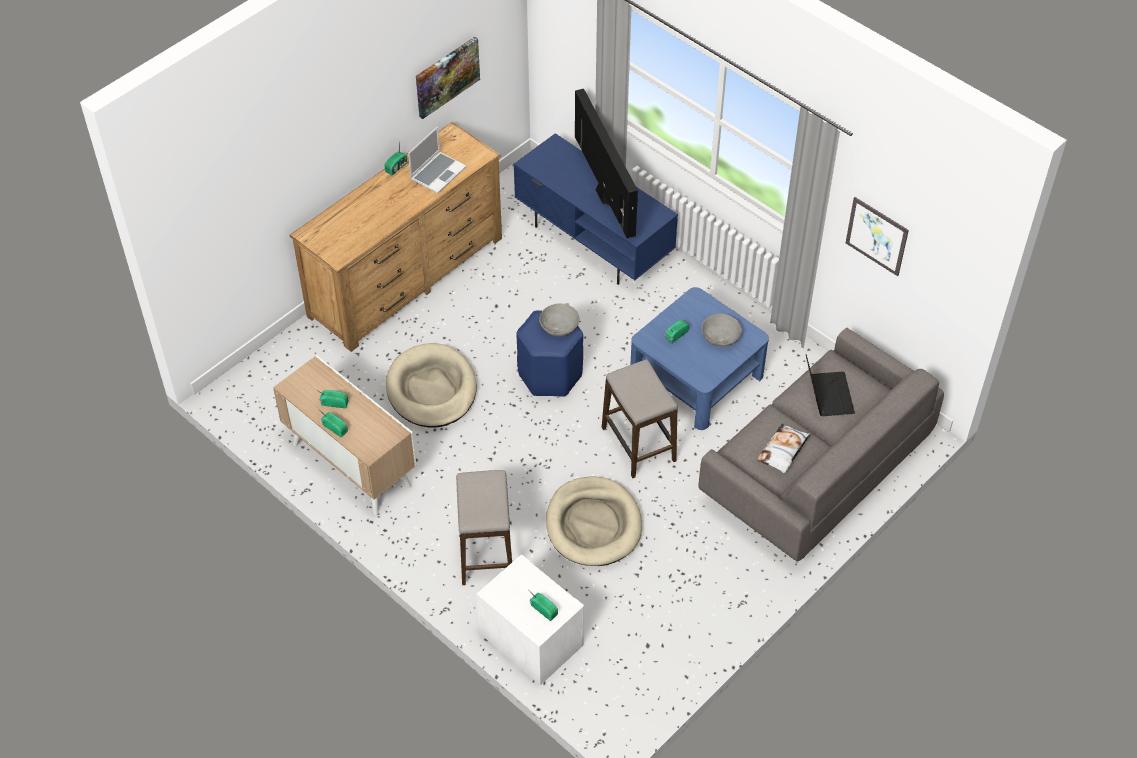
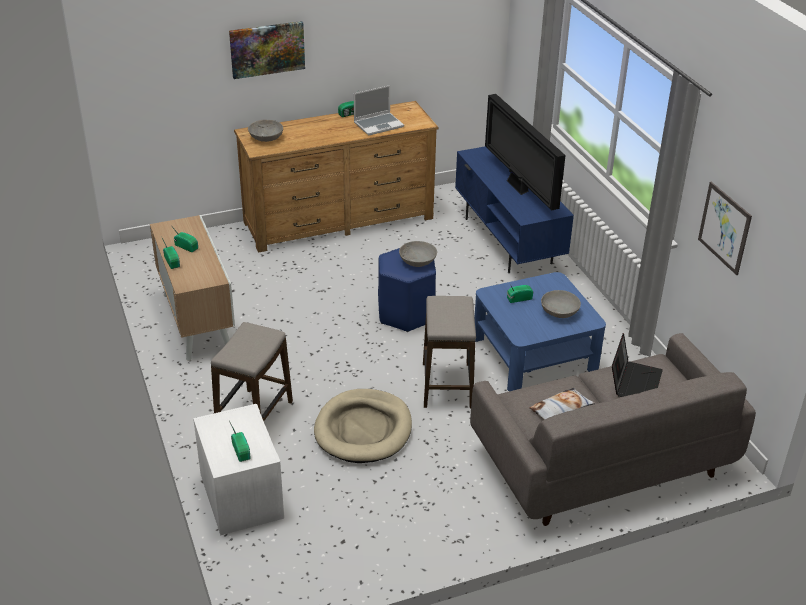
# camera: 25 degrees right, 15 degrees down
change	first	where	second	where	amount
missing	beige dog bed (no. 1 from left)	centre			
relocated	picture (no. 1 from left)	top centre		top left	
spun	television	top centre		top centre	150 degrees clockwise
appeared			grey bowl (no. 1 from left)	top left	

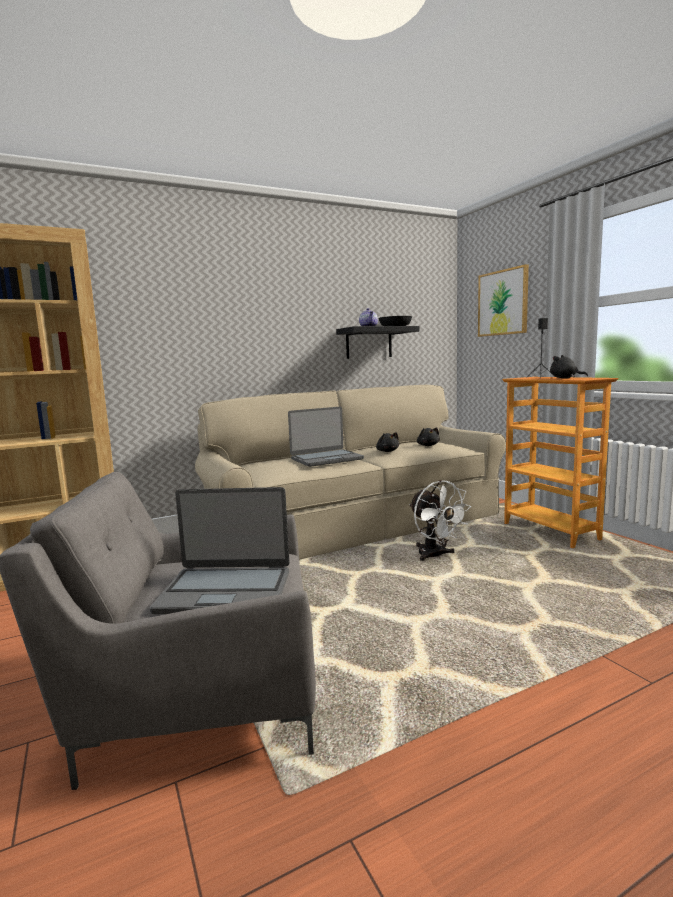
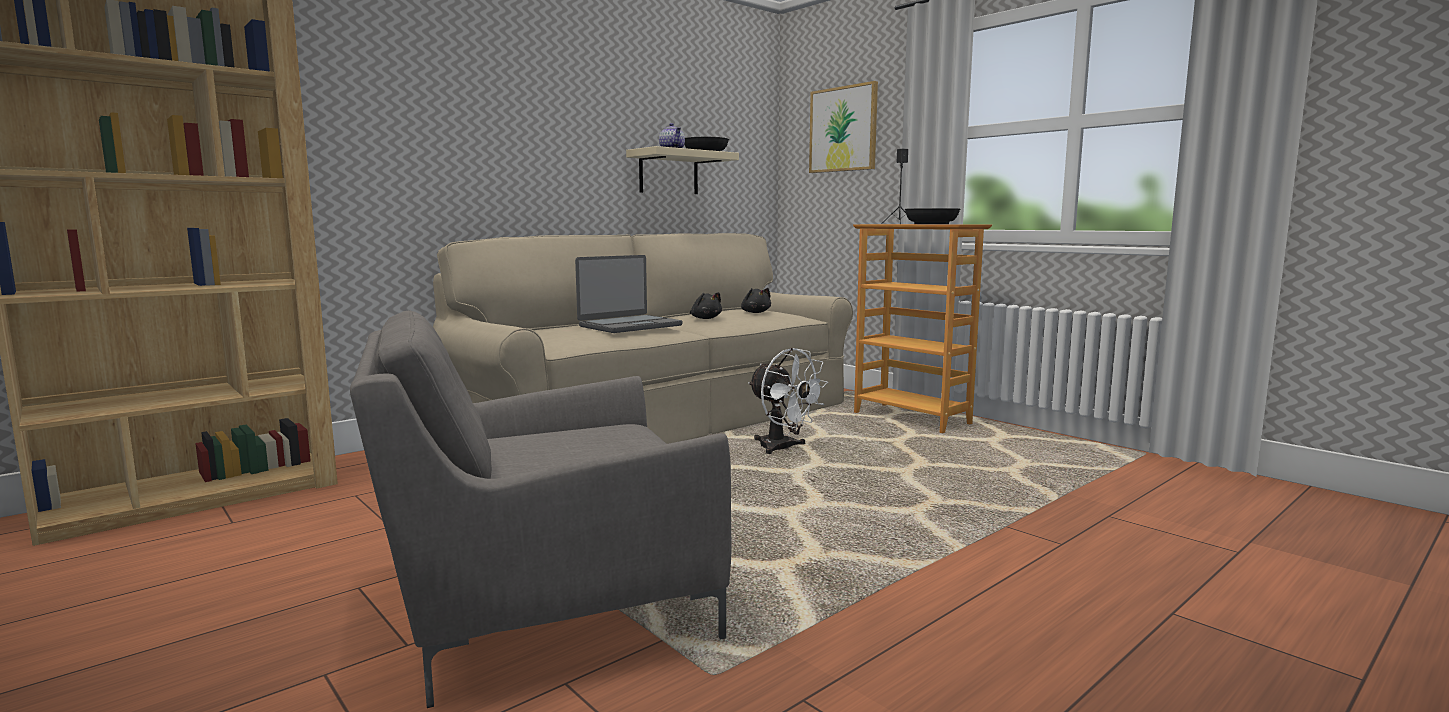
# camera: 15 degrees left, 0 degrees up
change	first	where	second	where	amount
missing	laptop (no. 1 from left)	middle left			
colour	black shelf	centre	beige shelf	top centre	
exchanged	black plush toy (no. 3 from left)	middle right	black bowl (no. 2 from left)	top centre	

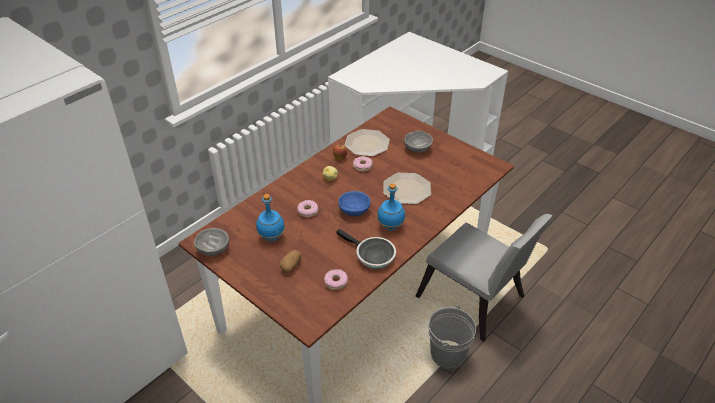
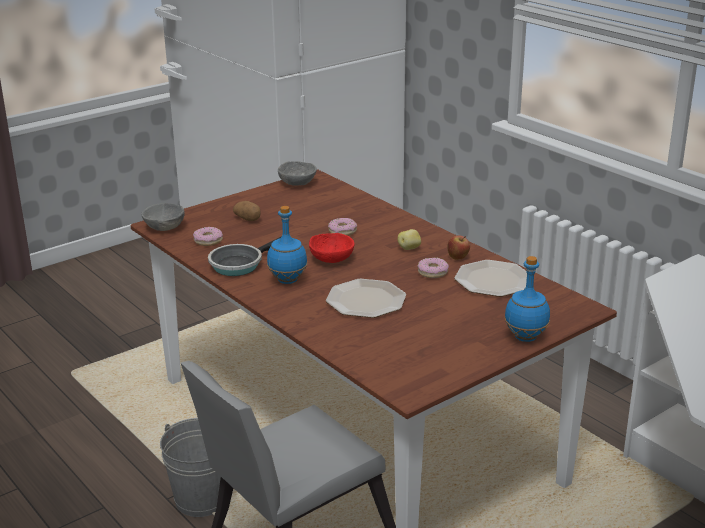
# camera: 100 degrees right, 15 degrees down
change	first	where	second	where	amount
relocated	blue bottle (no. 1 from left in the first image)	centre	blue bottle (no. 2 from left)	middle right	
colour	blue bowl	centre	red bowl	centre	
relocated	grey bowl (no. 2 from left in the first image)	centre	grey bowl (no. 1 from left)	middle left	

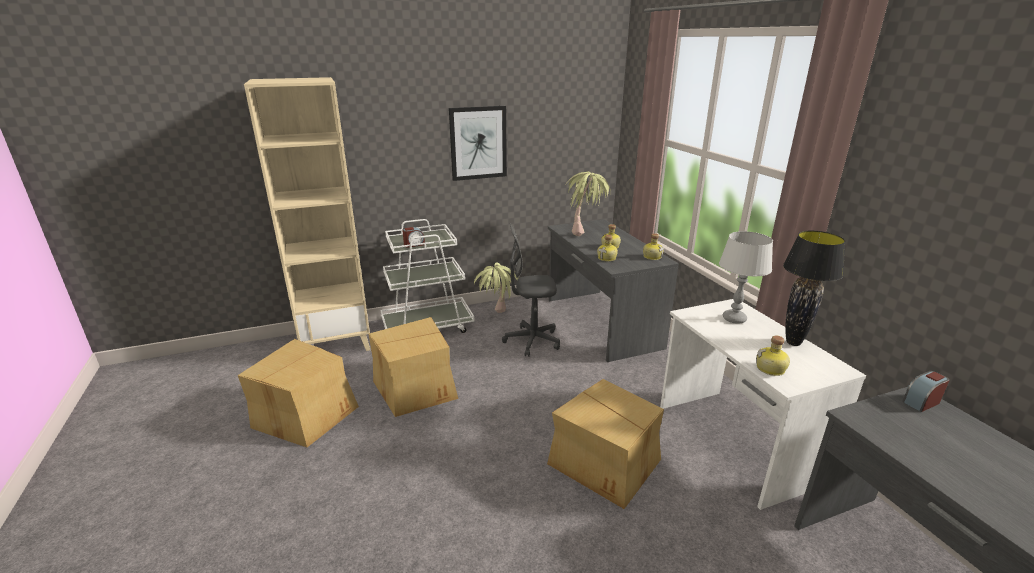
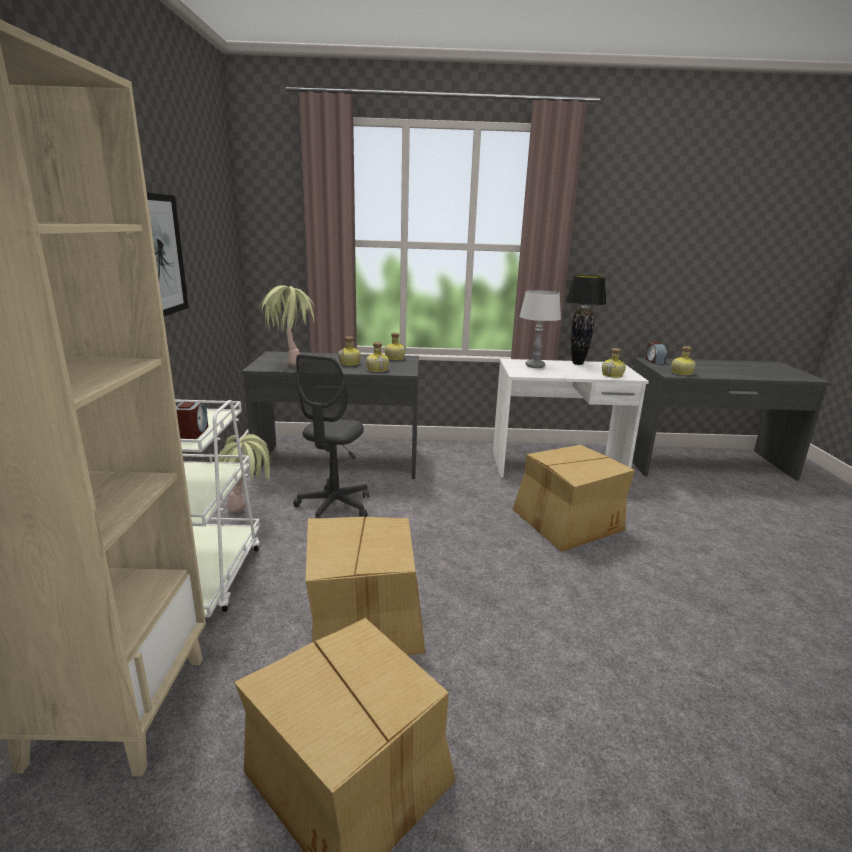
# camera: 70 degrees left, 5 degrees down
change	first	where	second	where	amount
appeared			bottle (no. 5 from left)	middle right	

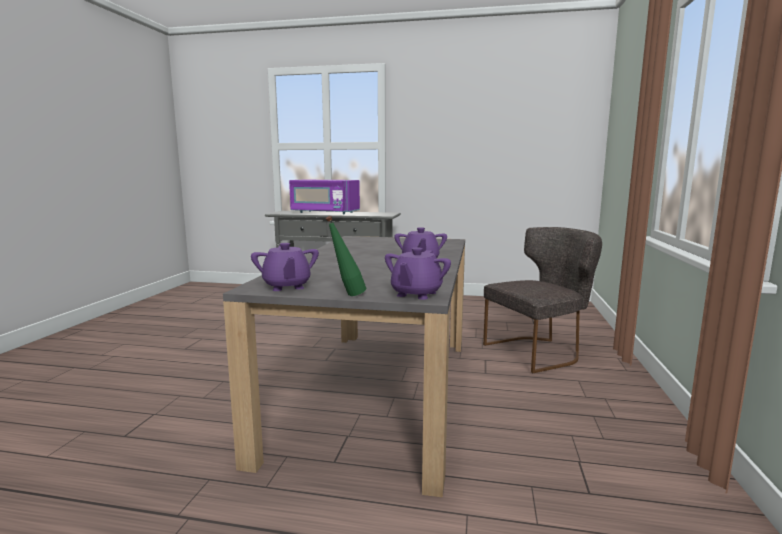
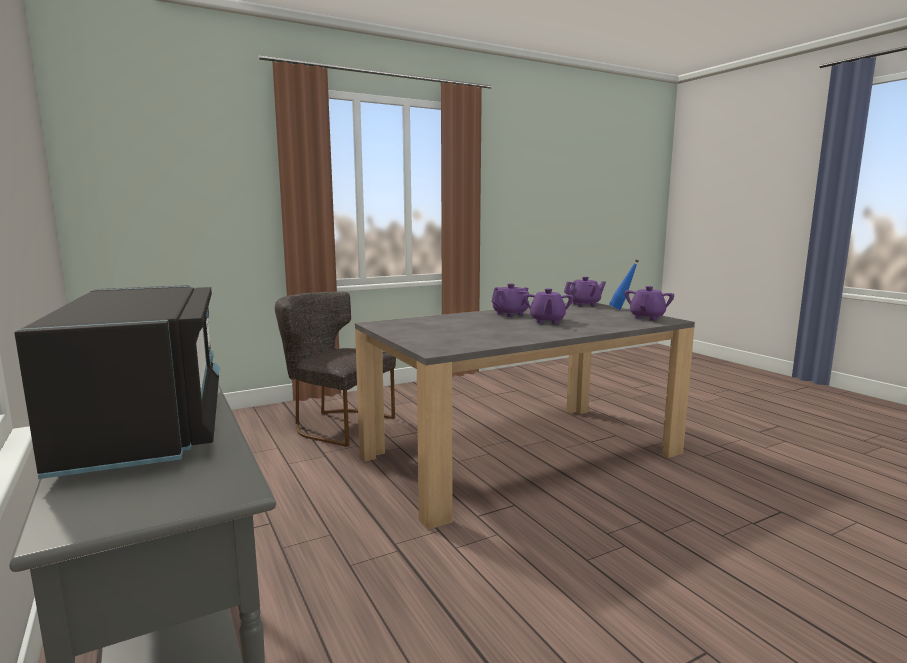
# camera: 130 degrees left, 0 degrees up
change	first	where	second	where	amount
colour	purple microwave	centre	black microwave	middle left	
colour	green bottle	centre	blue bottle	middle right	
appeared			purple teapot (no. 2 from left)	centre	

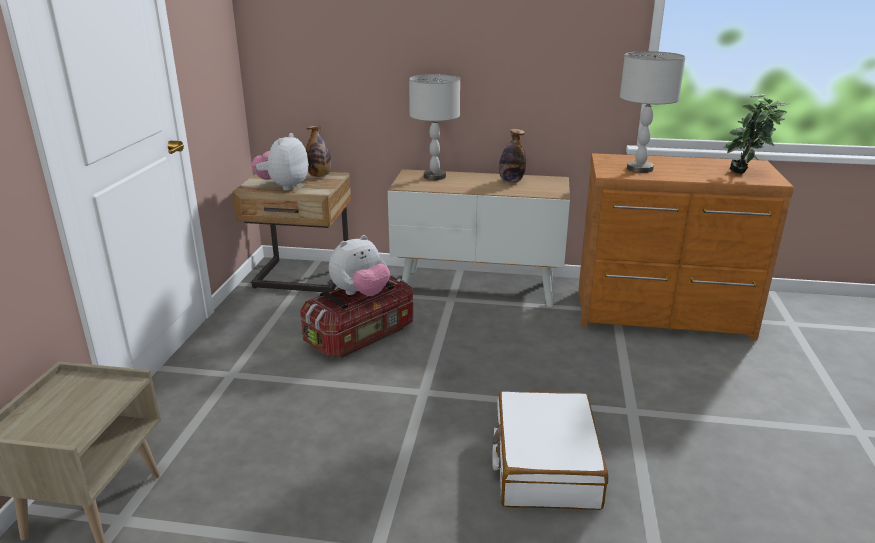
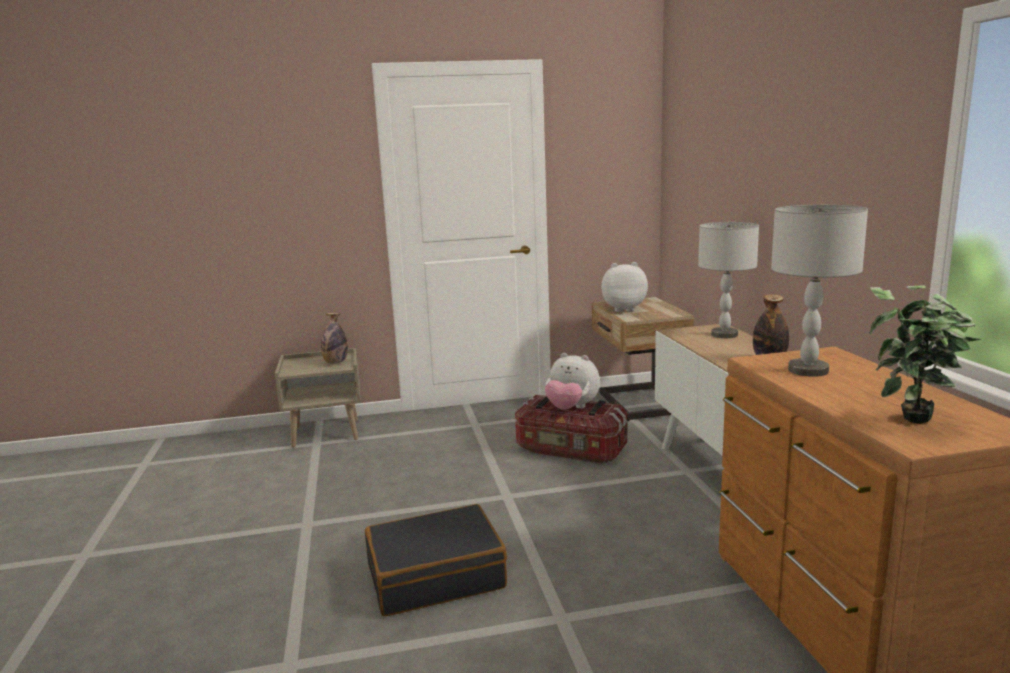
# camera: 70 degrees right, 10 degrees down
change	first	where	second	where	amount
relocated	bottle (no. 1 from left)	top centre		middle left	
colour	white suitcase	bottom centre	black suitcase	bottom centre	

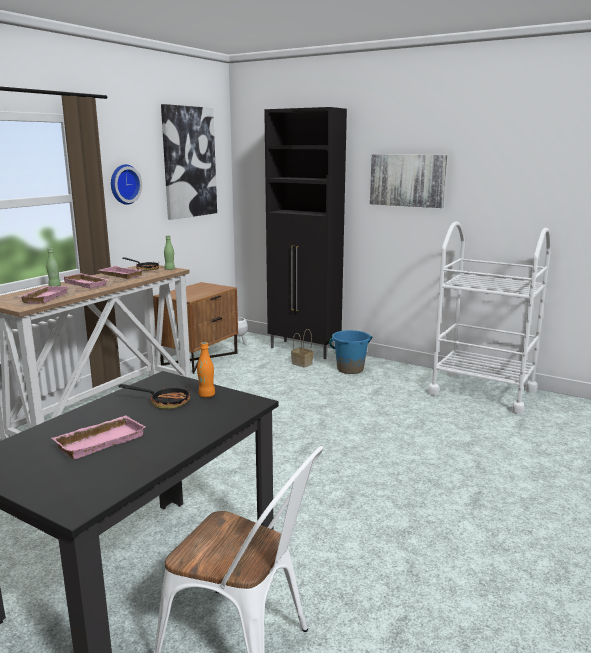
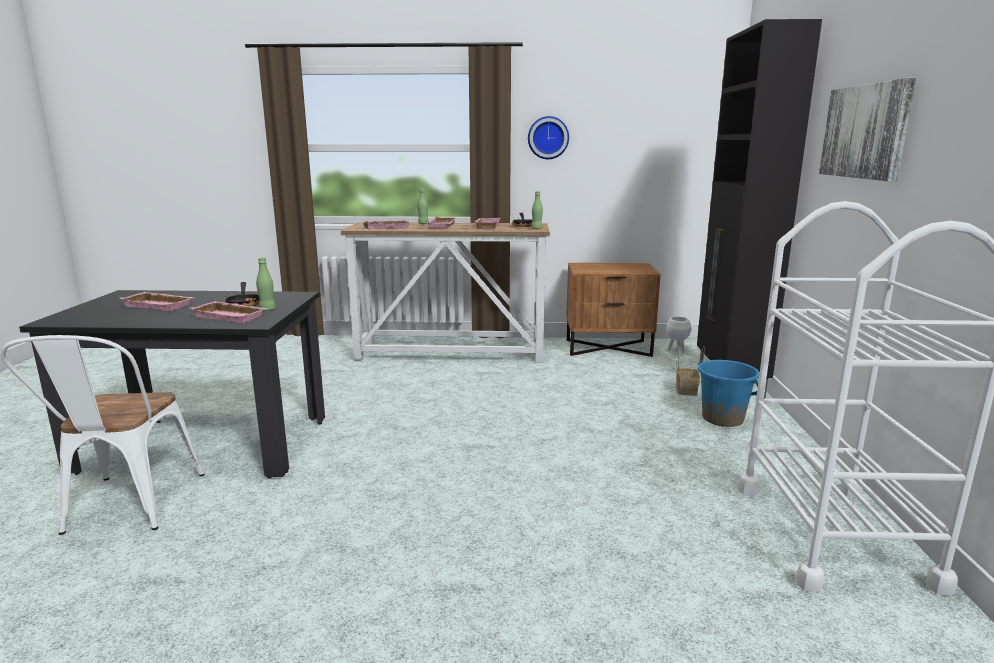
# camera: 60 degrees right, 0 degrees up
change	first	where	second	where	amount
missing	picture (no. 1 from left)	top left			
colour	orange bottle	centre	green bottle (no. 1 from left)	middle left	
appeared			pink tray (no. 2 from left)	middle left	

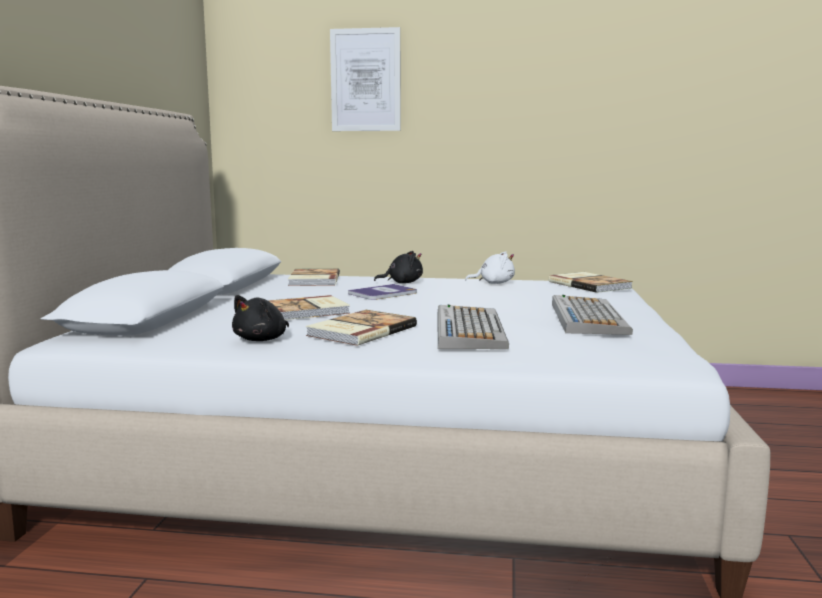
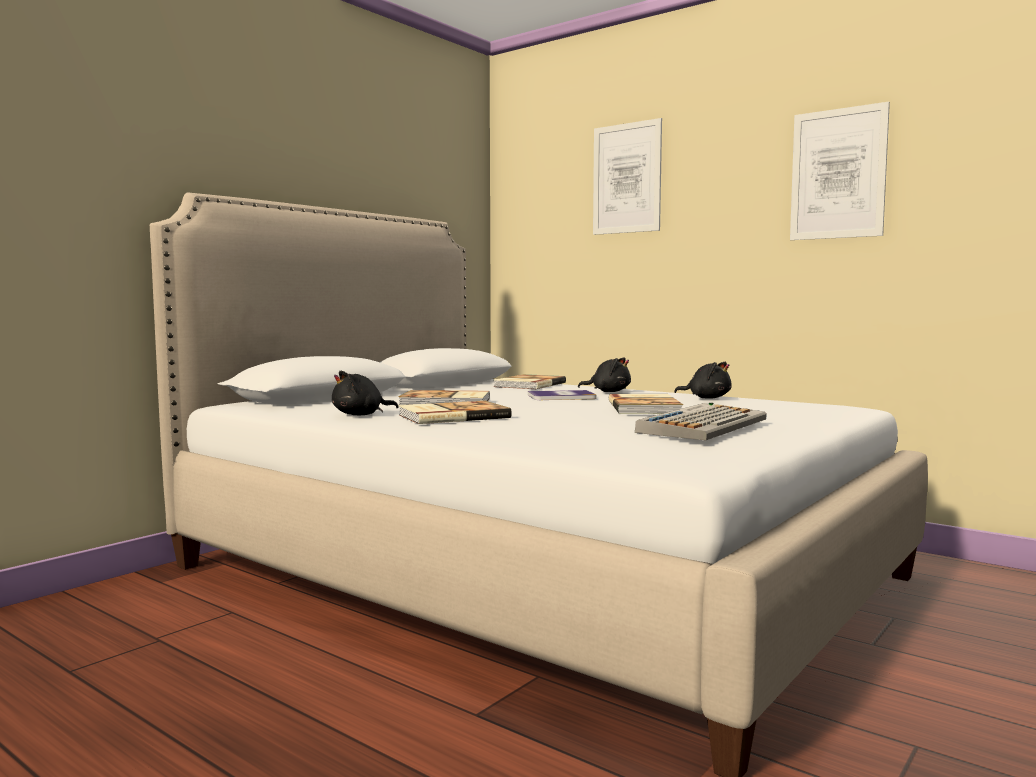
# camera: 30 degrees right, 5 degrees down
change	first	where	second	where	amount
missing	keyboard (no. 1 from left)	centre			
colour	white plush toy	centre	black plush toy (no. 3 from left)	middle right	
relocated	book (no. 5 from left)	middle right		centre	
appeared			picture (no. 2 from left)	top right	

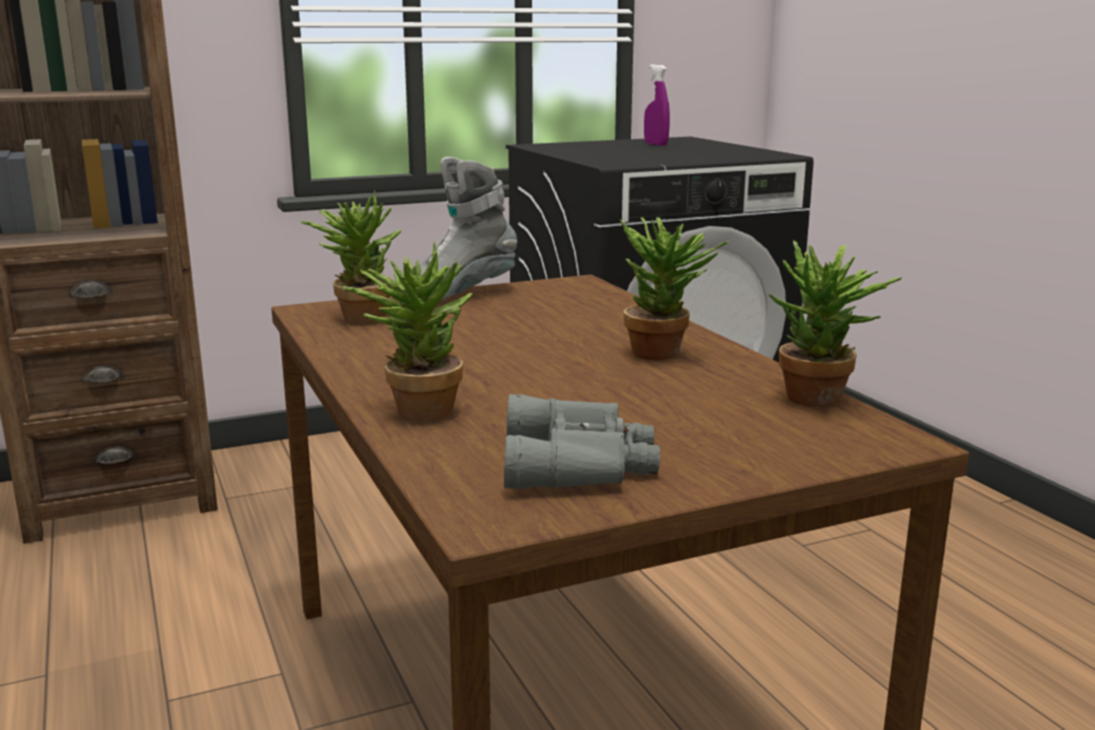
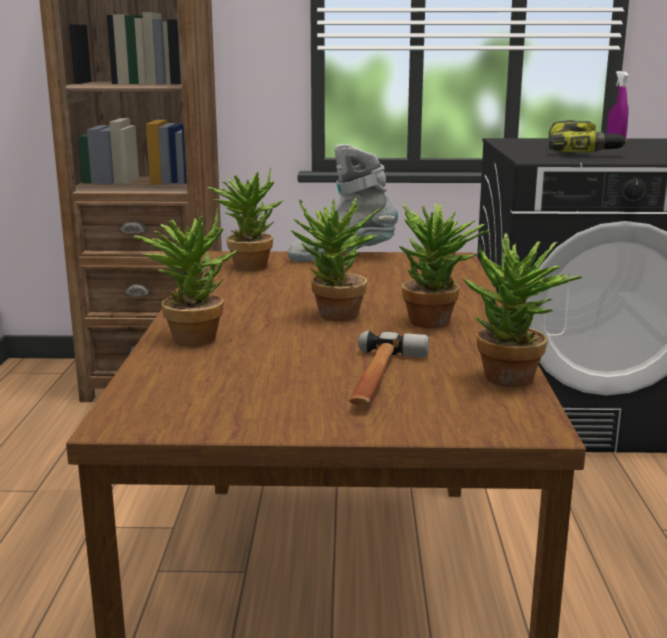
# camera: 25 degrees right, 0 degrees up
change	first	where	second	where	amount
missing	grey binoculars	centre			
appeared			potted plant (no. 3 from left)	centre	
appeared			hammer	centre	
appeared			power drill	top right	

